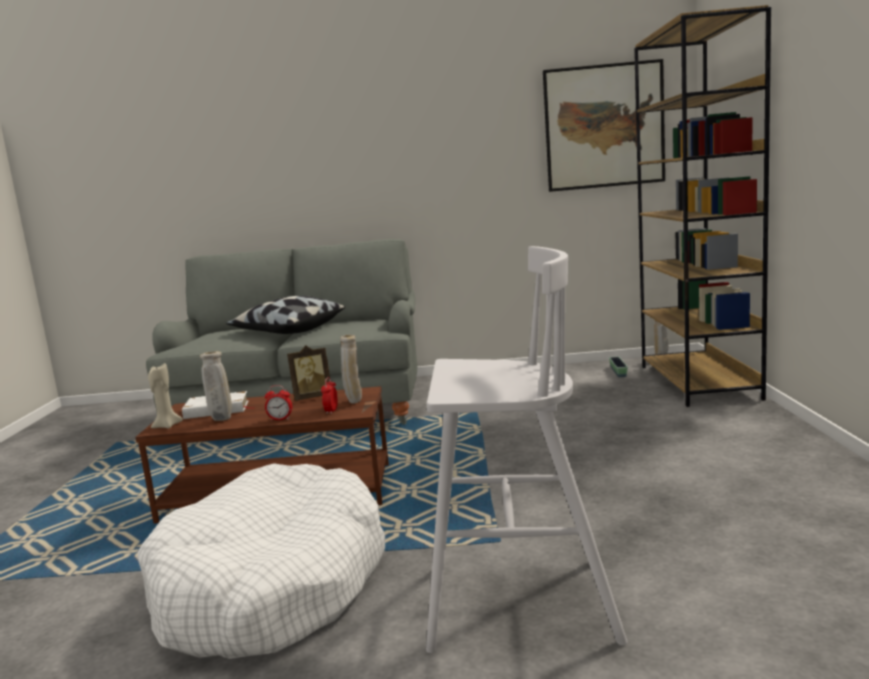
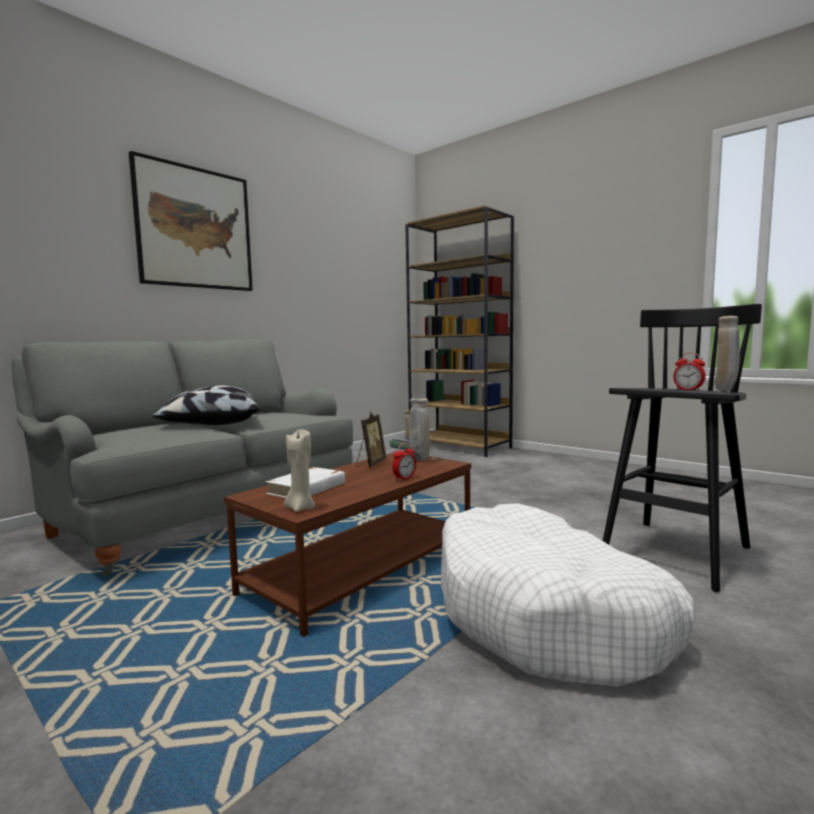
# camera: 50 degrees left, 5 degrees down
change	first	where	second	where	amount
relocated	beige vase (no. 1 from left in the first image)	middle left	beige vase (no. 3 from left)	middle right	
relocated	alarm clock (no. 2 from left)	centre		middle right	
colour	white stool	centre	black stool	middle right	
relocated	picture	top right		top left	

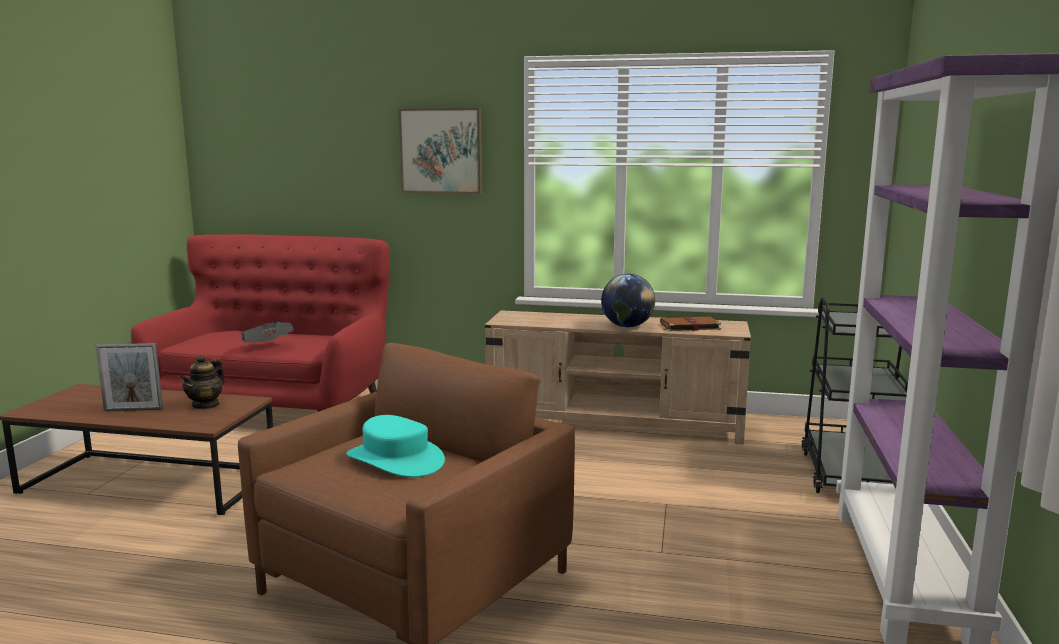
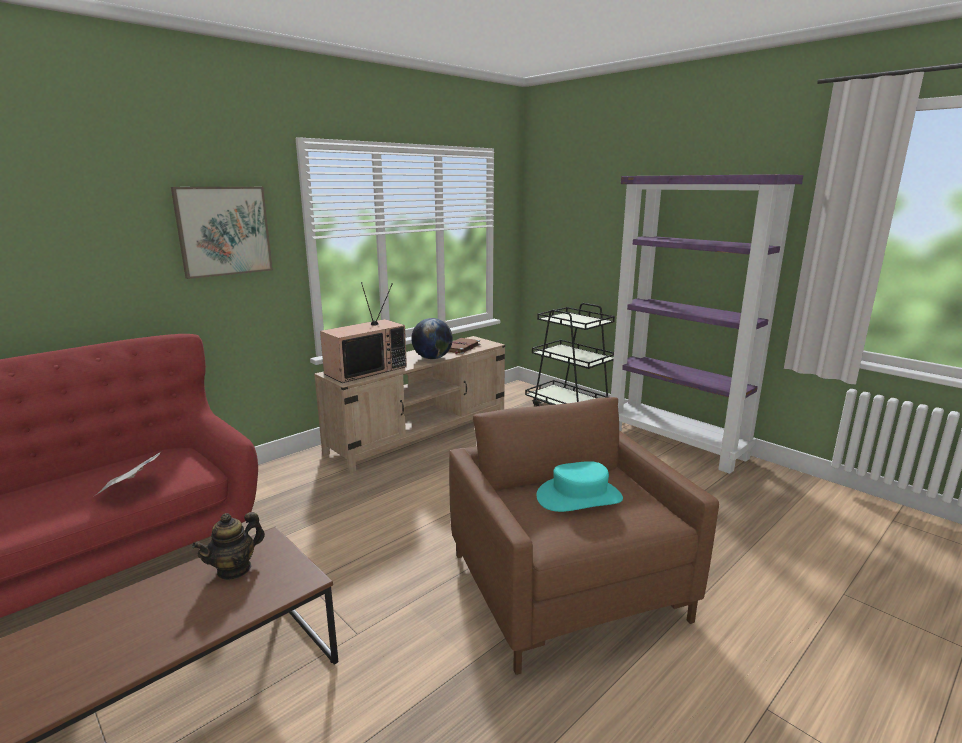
# camera: 55 degrees left, 5 degrees up
change	first	where	second	where	amount
missing	picture frame	middle left			
spun	teapot	middle left		bottom left	75 degrees clockwise
appeared			television	centre	

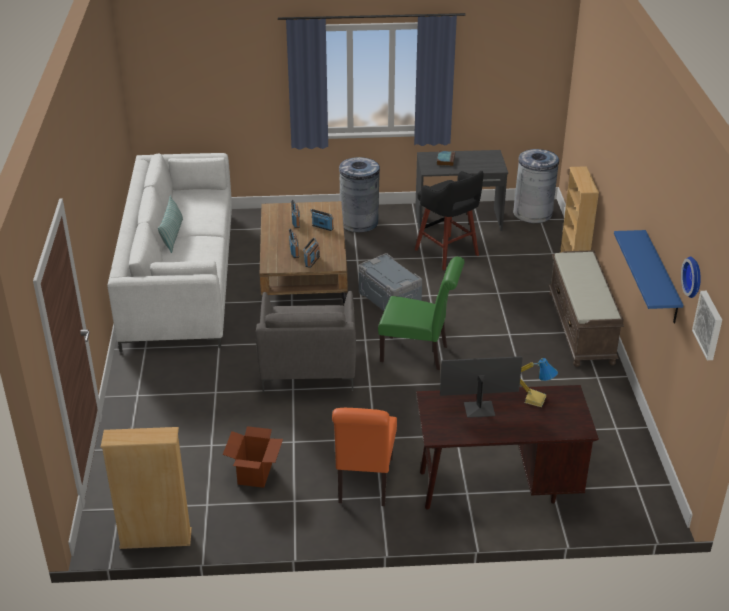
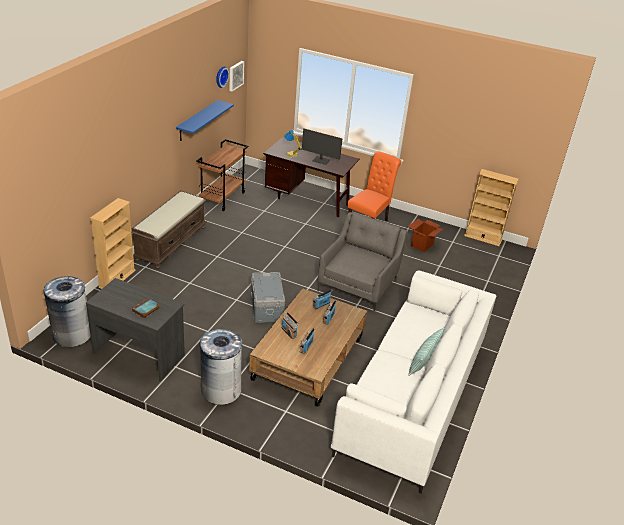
# camera: 155 degrees left, 0 degrees up
change	first	where	second	where	amount
missing	green chair	centre			
missing	black stool	centre			
appeared			brown cart	centre	

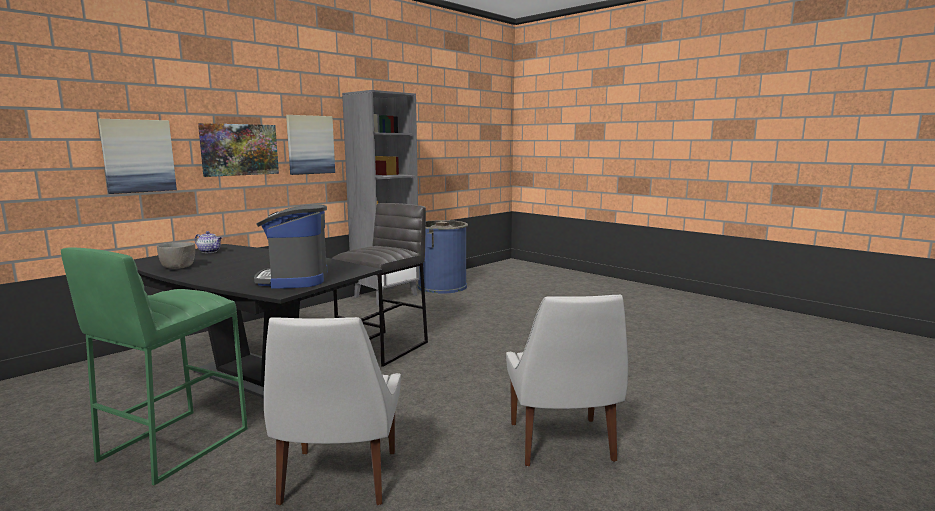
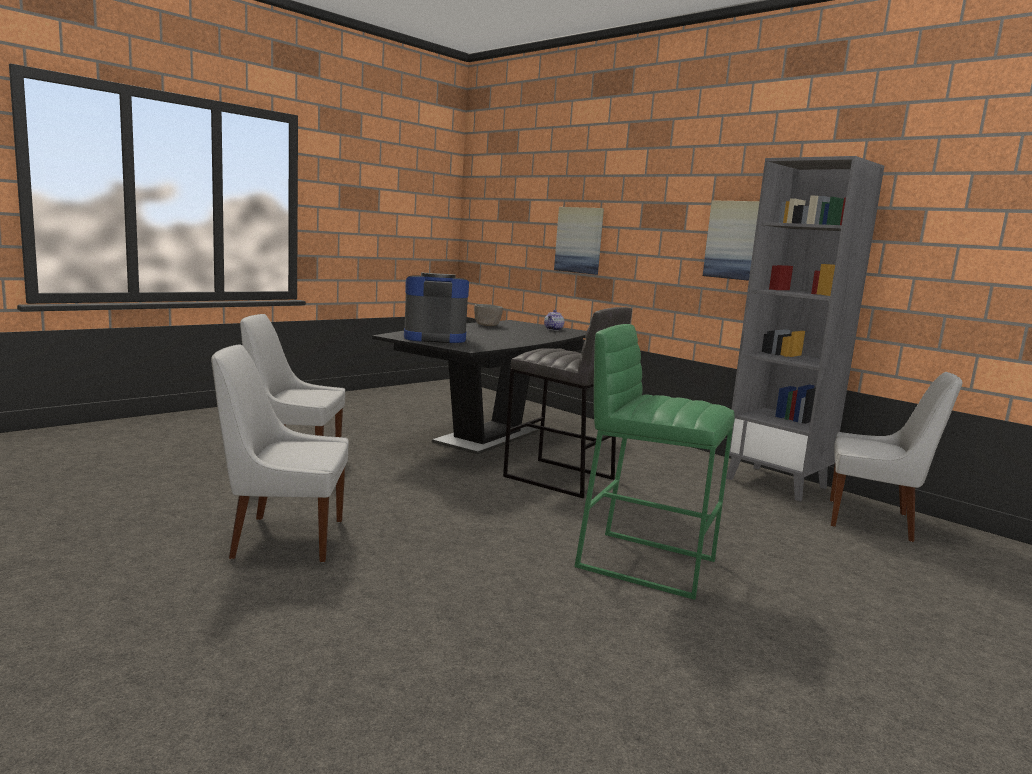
# camera: 90 degrees right, 0 degrees up
change	first	where	second	where	amount
relocated	green stool	bottom left		centre	
missing	picture (no. 2 from left)	top left			
exchanged	blue trash can	centre	white chair (no. 3 from left)	middle right	

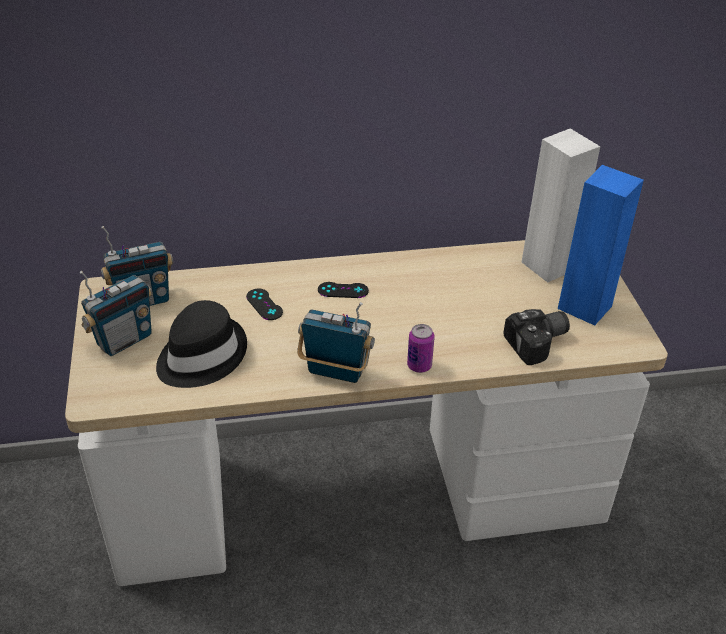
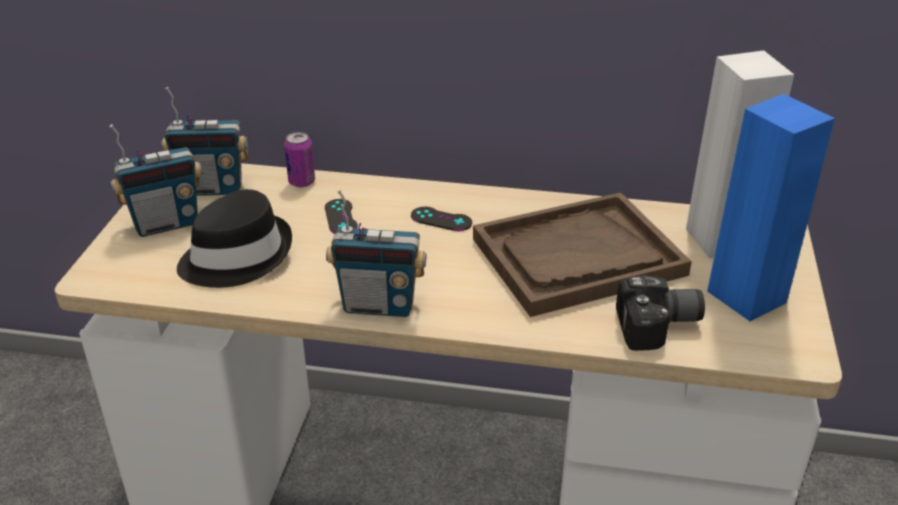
# camera: 20 degrees right, 5 degrees down
change	first	where	second	where	amount
spun	radio (no. 3 from left)	centre		centre	150 degrees clockwise
relocated	can	centre		top left	
appeared			brown tray	centre	

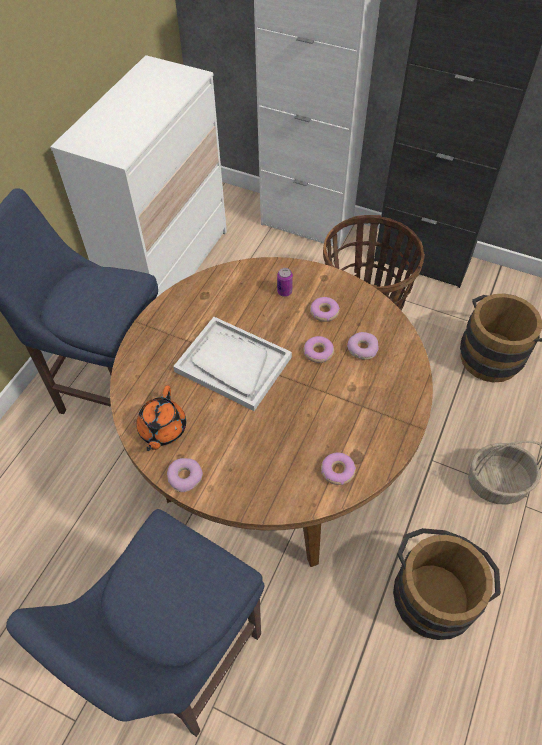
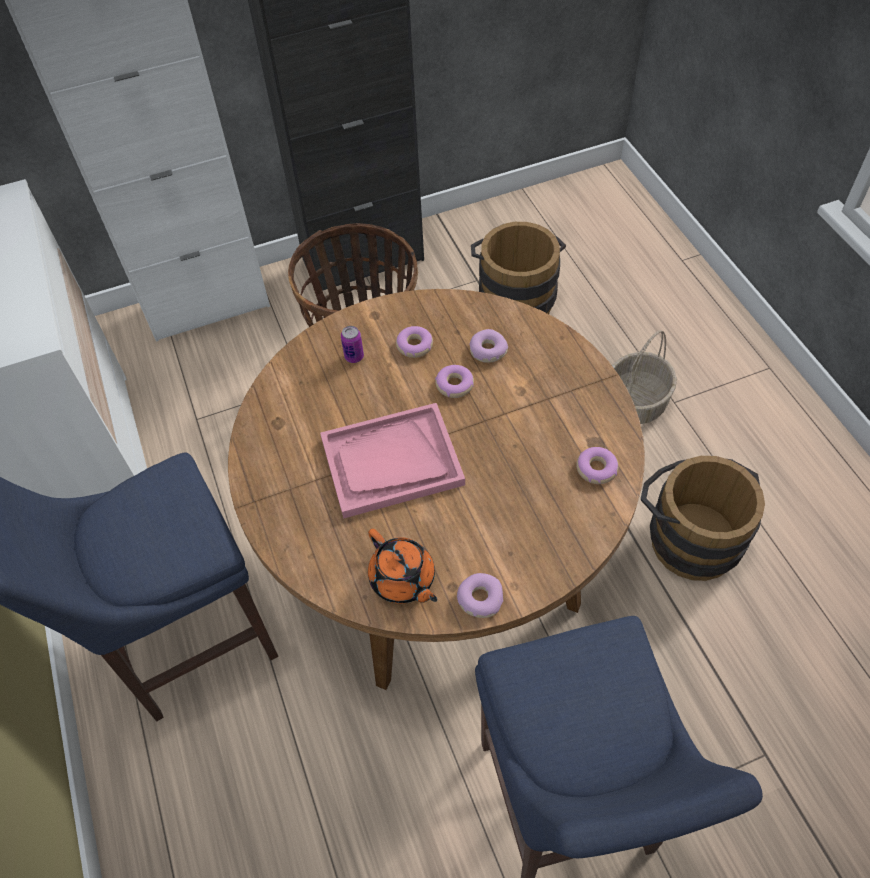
# camera: 45 degrees left, 0 degrees up
change	first	where	second	where	amount
colour	white tray	centre	pink tray	centre	

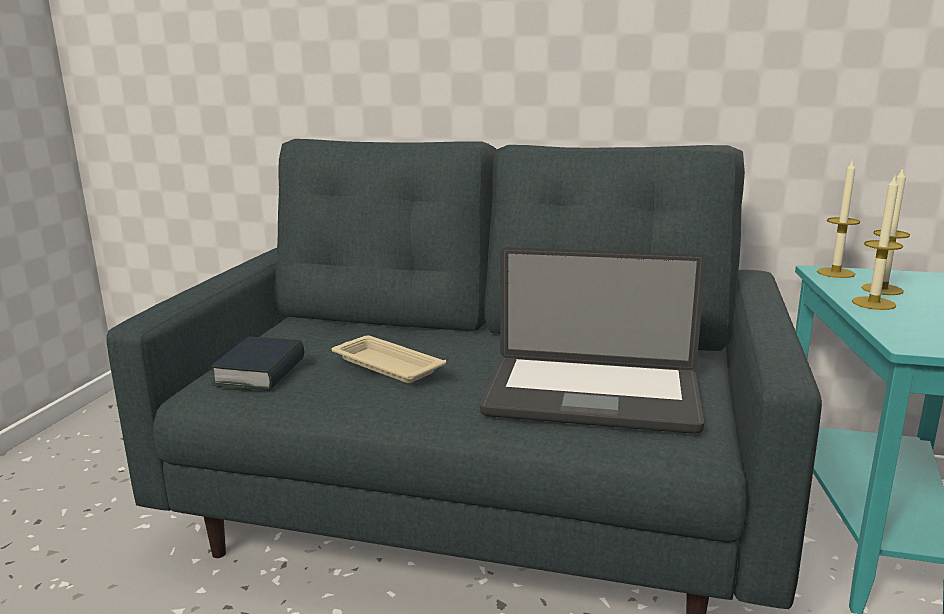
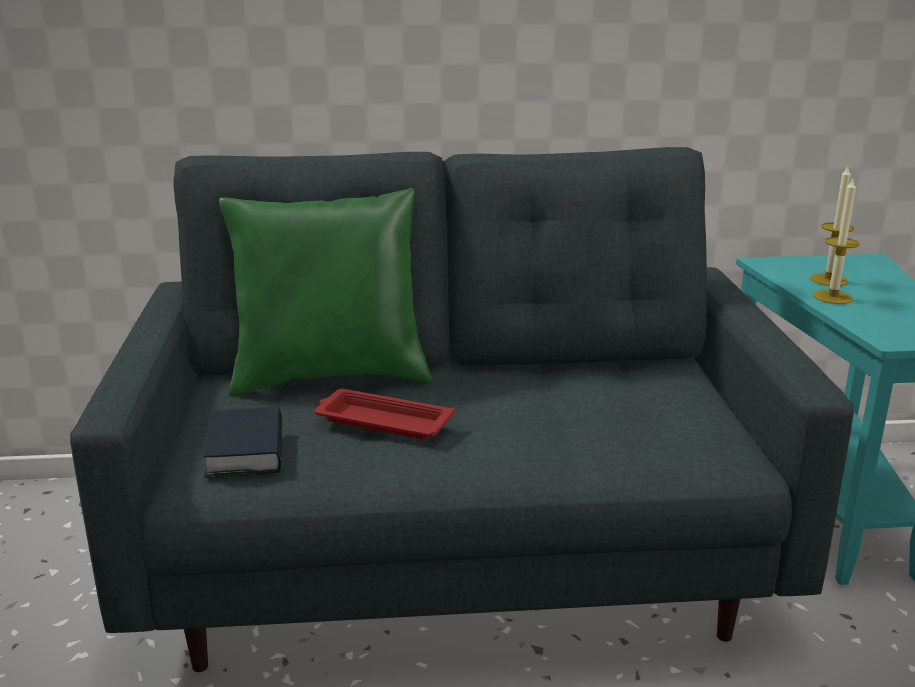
# camera: 20 degrees left, 5 degrees up
change	first	where	second	where	amount
colour	beige tray	centre	red tray	centre	
missing	laptop	centre			
missing	candle (no. 1 from left)	middle right			
appeared			green pillow	centre	

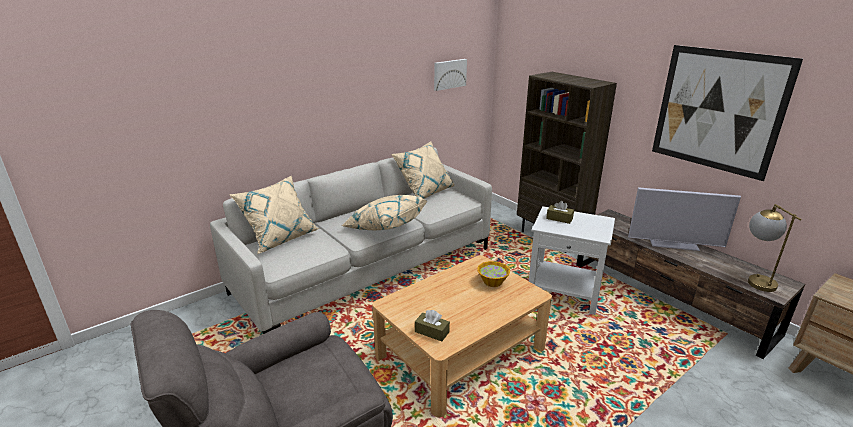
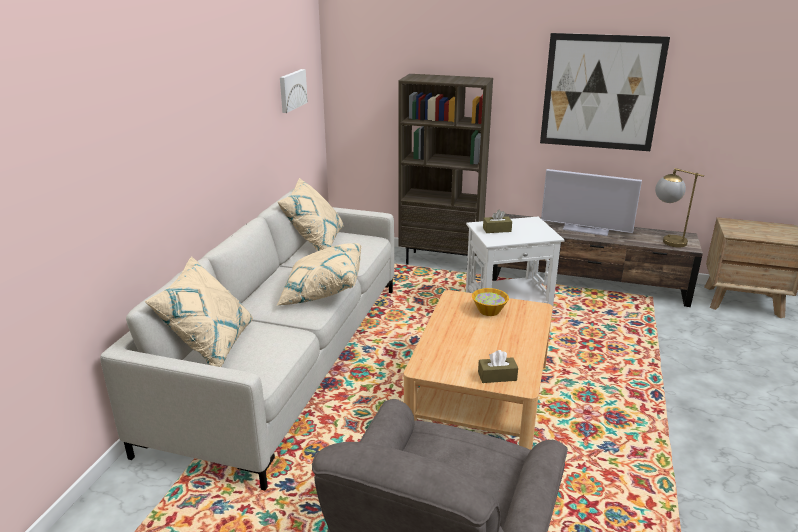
# camera: 35 degrees left, 0 degrees up
change	first	where	second	where	amount
spun	television	middle right		middle right	45 degrees clockwise

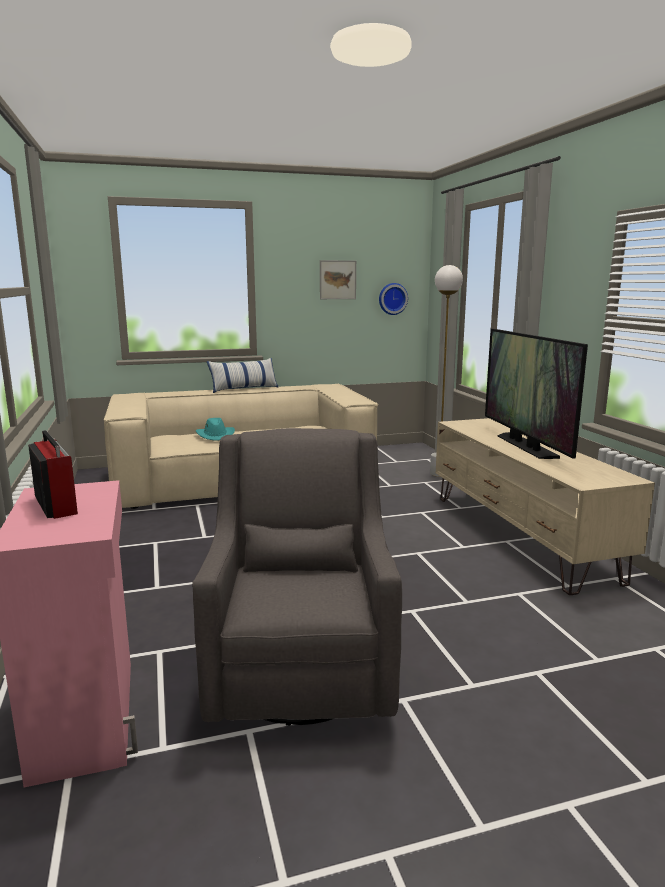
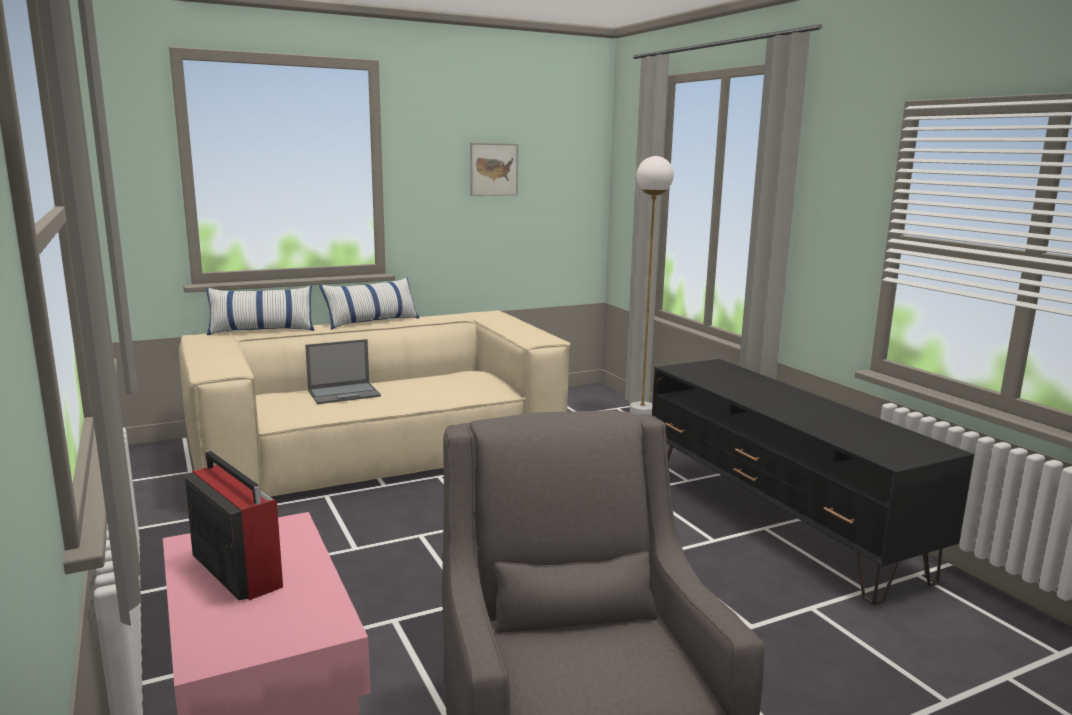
# camera: 10 degrees left, 0 degrees up
change	first	where	second	where	amount
exchanged	turquoise hat	middle left	laptop	middle left	
missing	wall clock	centre			
colour	beige tv stand	middle right	black tv stand	bottom right	
missing	television	middle right			
appeared			pillow (no. 1 from left)	middle left	

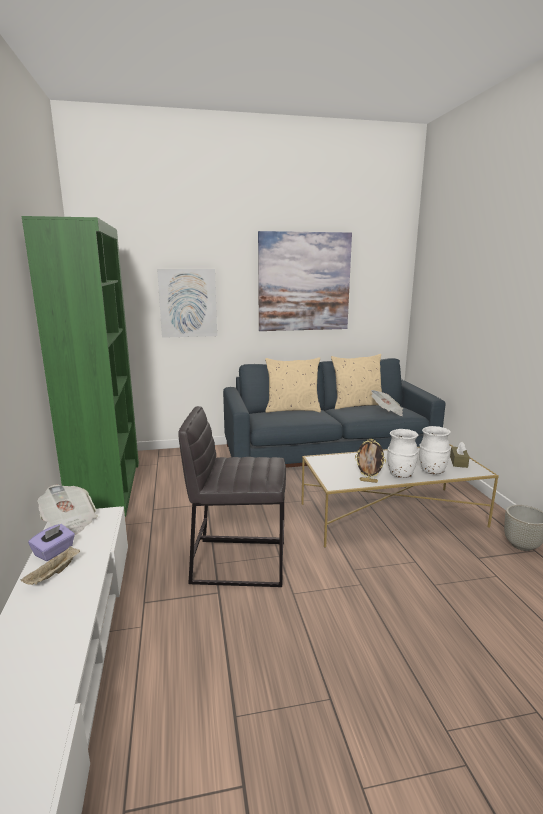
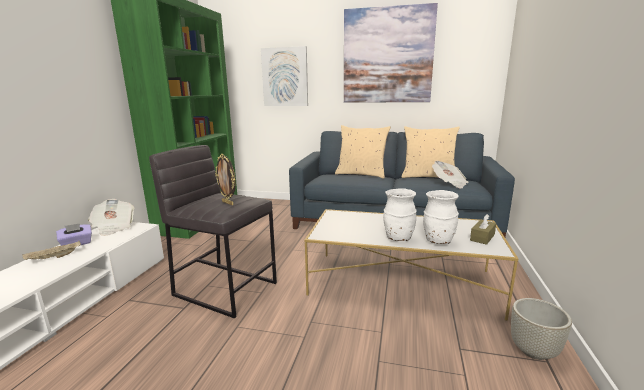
# camera: 25 degrees right, 0 degrees up
change	first	where	second	where	amount
relocated	picture frame	middle right		centre	

